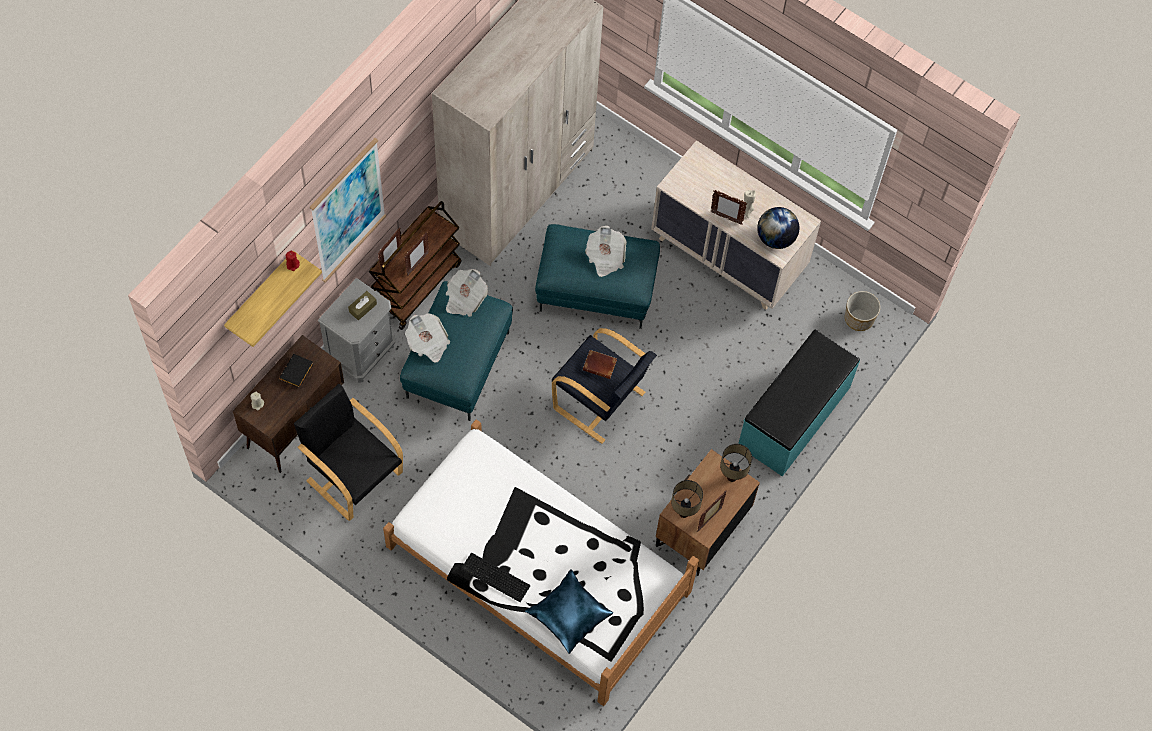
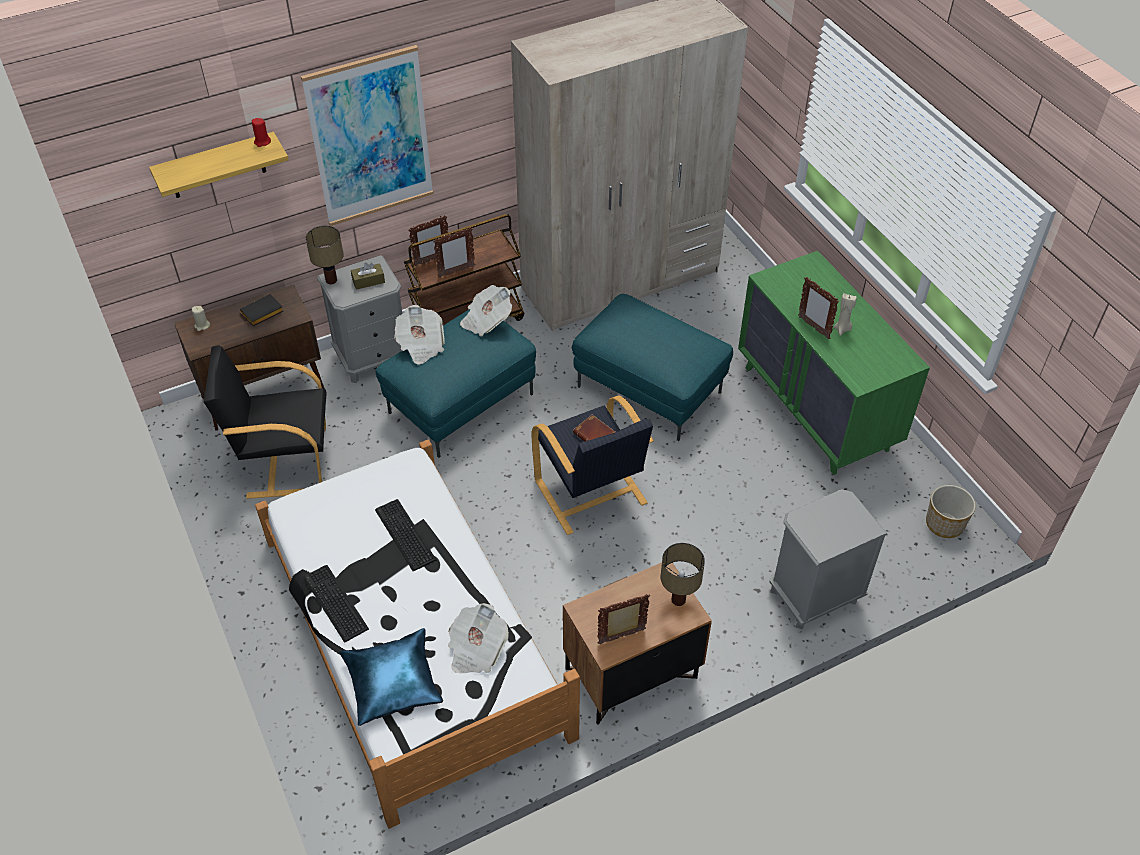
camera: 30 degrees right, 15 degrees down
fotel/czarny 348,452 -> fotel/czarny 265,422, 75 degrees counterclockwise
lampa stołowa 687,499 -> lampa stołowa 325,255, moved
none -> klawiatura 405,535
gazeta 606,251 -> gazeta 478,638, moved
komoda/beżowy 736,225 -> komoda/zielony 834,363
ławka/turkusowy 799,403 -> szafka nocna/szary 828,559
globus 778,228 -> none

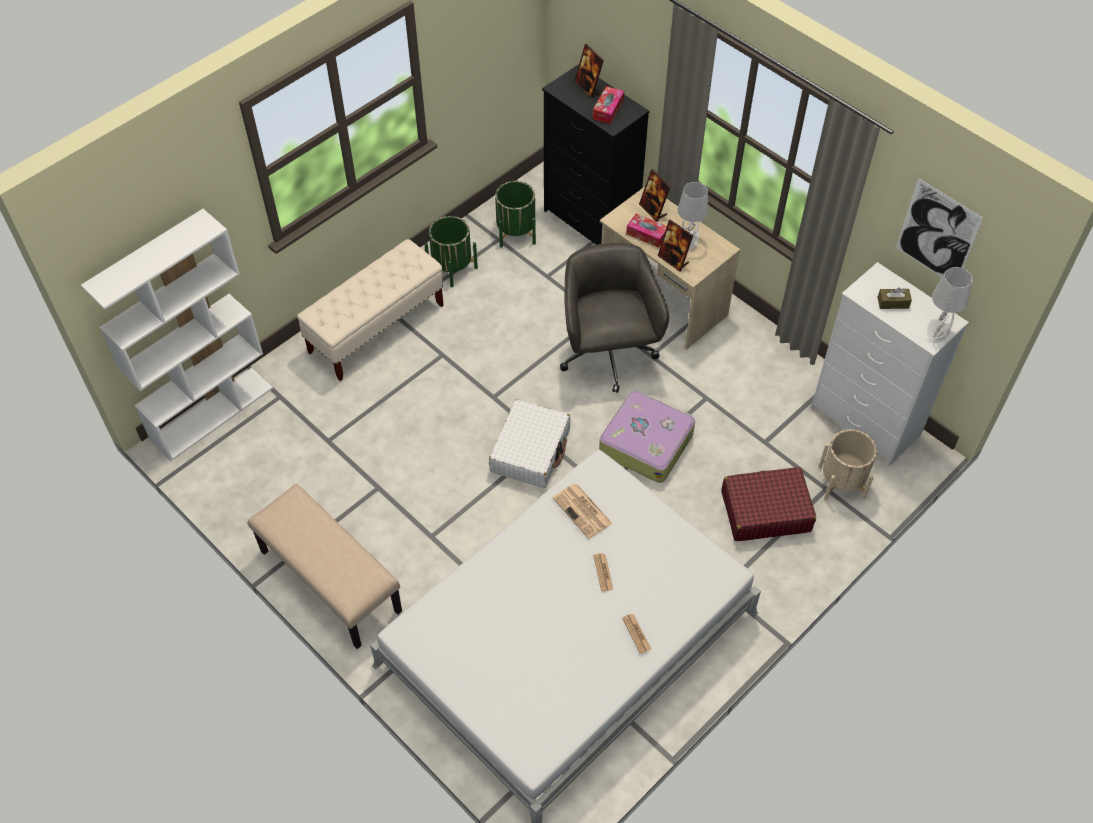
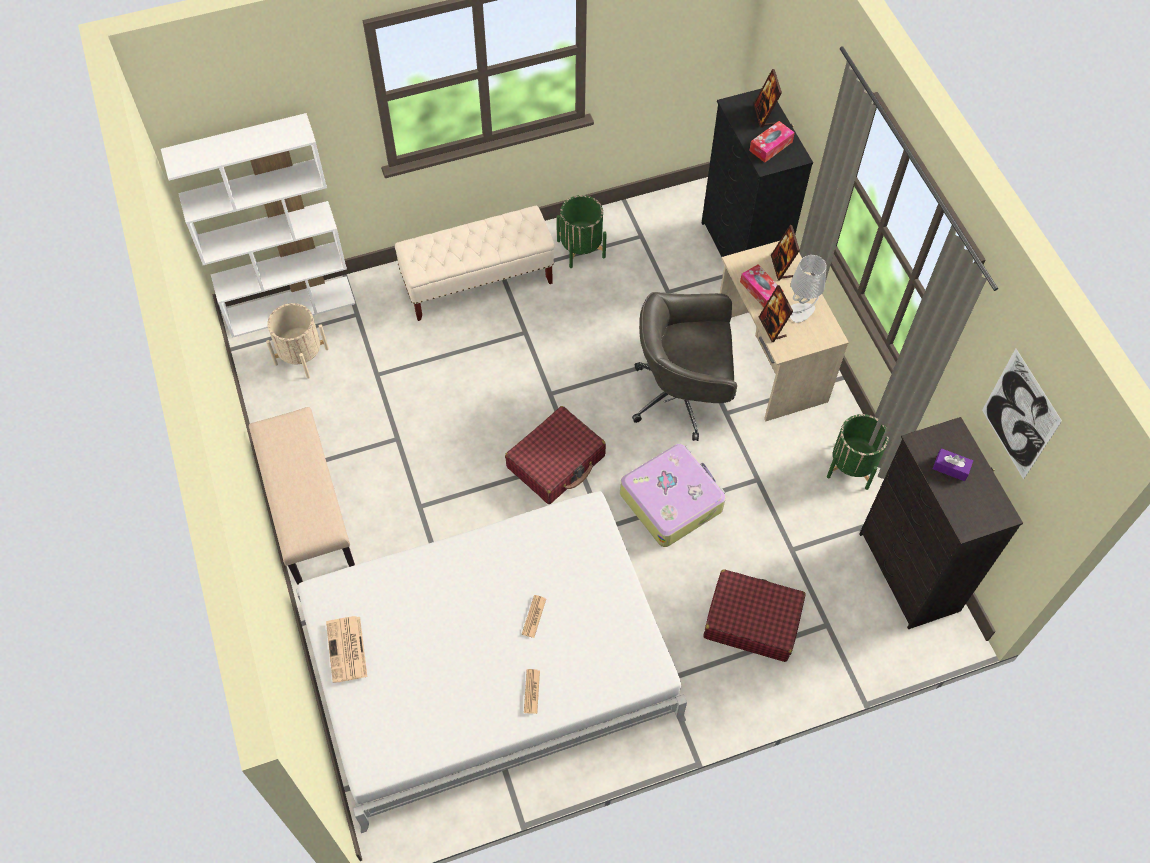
camera: 25 degrees right, 5 degrees up
donica/beżowy 848,464 -> donica/beżowy 297,341, moved
gazeta 583,511 -> gazeta 346,649, moved
walizka/biały 530,443 -> walizka/czerwony 555,455
krzesło biurowe/szary 614,318 -> krzesło biurowe/szary 684,366, 105 degrees counterclockwise
donica/zielony 515,214 -> donica/zielony 858,452, moved
komoda/biały 890,364 -> komoda/czarny 941,523
pudełko chusteczek/brązowy 895,298 -> pudełko chusteczek/fioletowy 953,464
lampa stołowa/szary 950,305 -> none

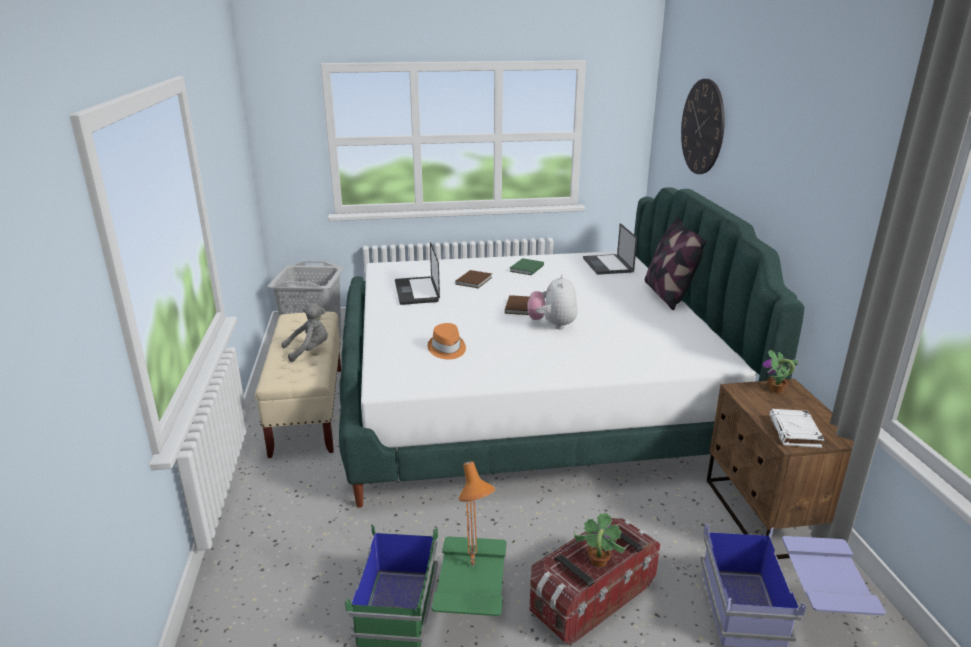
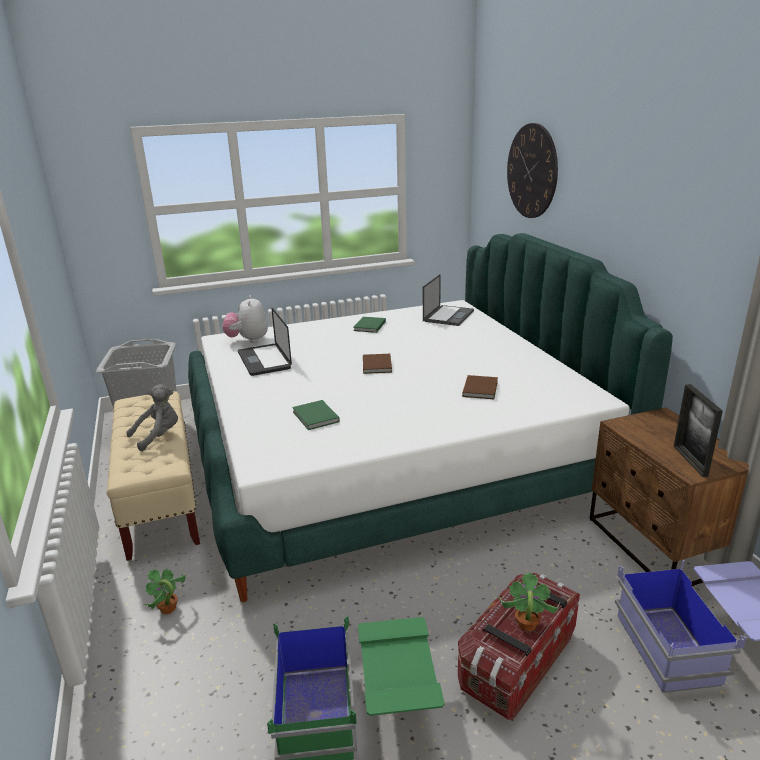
camera: 10 degrees left, 0 degrees up
roślina doniczkowa 780,371 -> roślina doniczkowa 164,591, moved
pluszak 552,301 -> pluszak 245,319, moved
kapelusz/pomarańczowy 447,341 -> książka/zielony 316,415
laptop 610,249 -> laptop 448,300, 135 degrees counterclockwise
książka/brązowy 474,279 -> książka/brązowy 480,387, moved
książka/biały 796,428 -> ramka na zdjęcie 698,430
lampa stołowa/pomarańczowy 477,514 -> none
poduszka 675,263 -> none

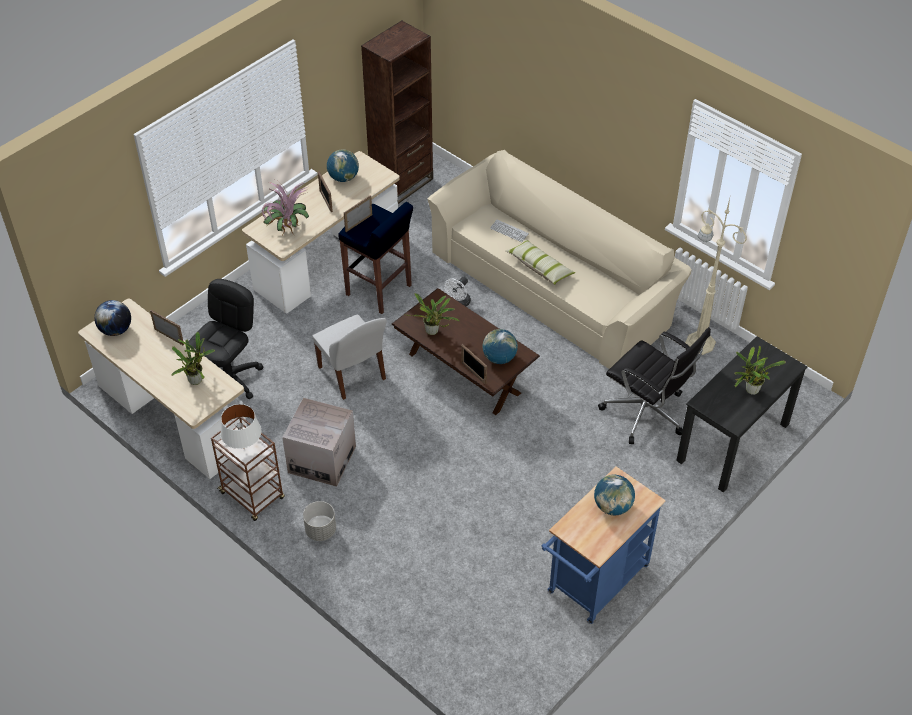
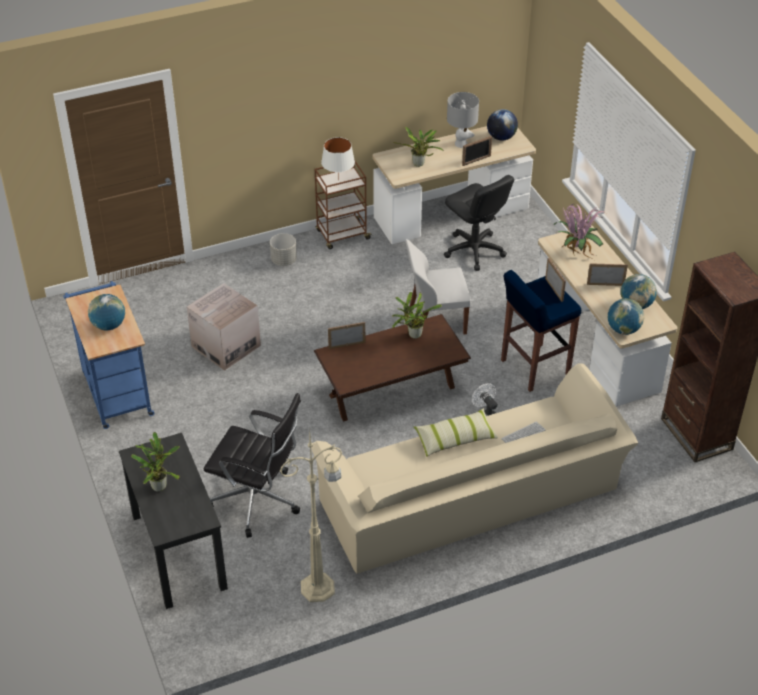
camera: 115 degrees right, 5 degrees down
karton 319,442 -> karton 224,327, moved
krzesło biurowe/czarny 654,385 -> krzesło biurowe/czarny 252,465, 135 degrees counterclockwise
none -> lampa stołowa/szary 463,120
globus 500,346 -> globus 626,317, moved

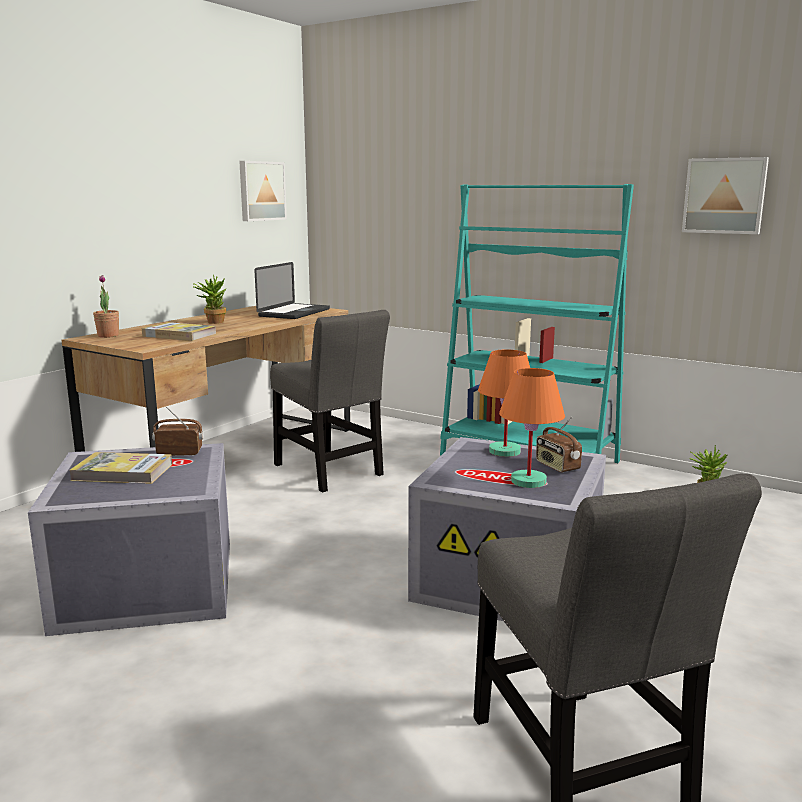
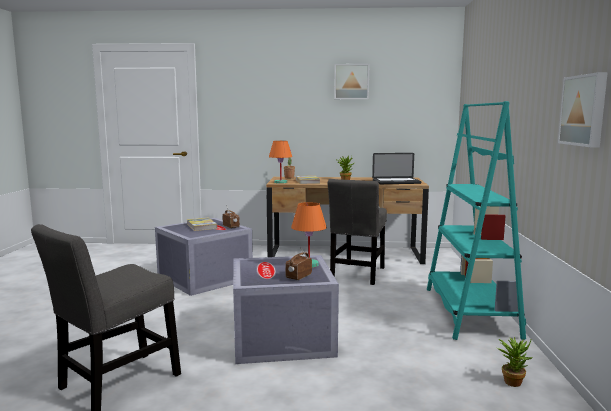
camera: 60 degrees right, 5 degrees down
lampa stołowa/pomarańczowy 532,428 -> lampa stołowa/pomarańczowy 280,162, moved
obraz 263,191 -> obraz 351,81, moved

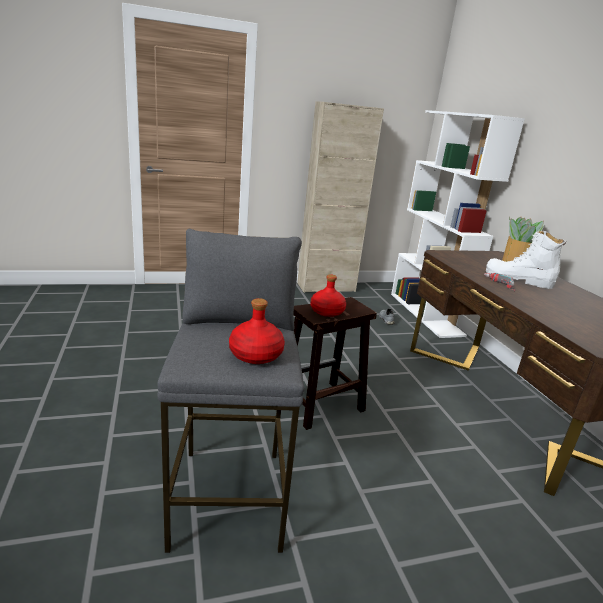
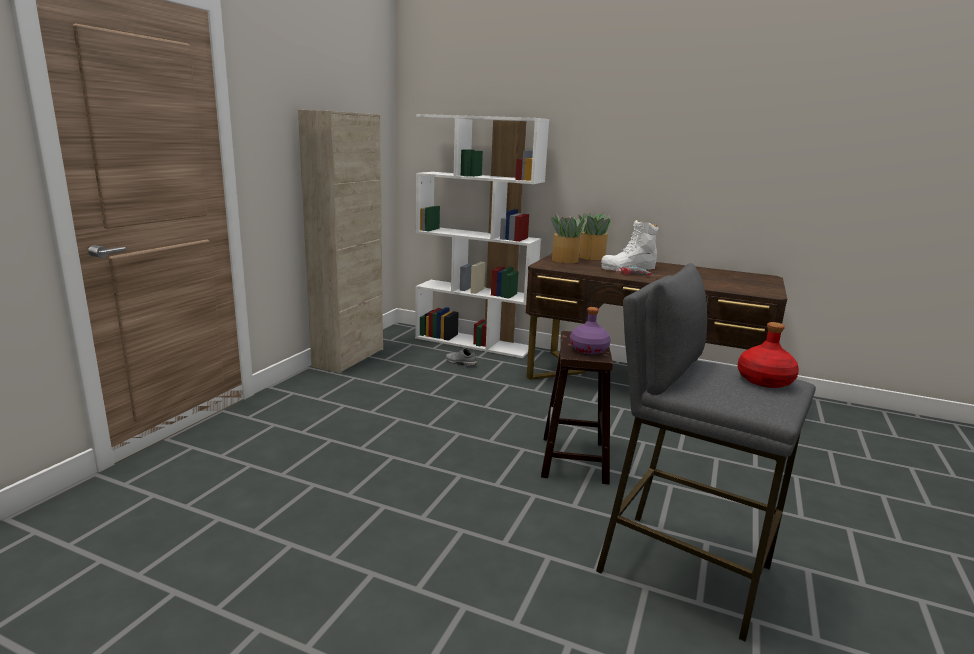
camera: 50 degrees left, 5 degrees down
none -> roślina doniczkowa 569,238
butelka/czerwony 328,295 -> butelka/fioletowy 590,330

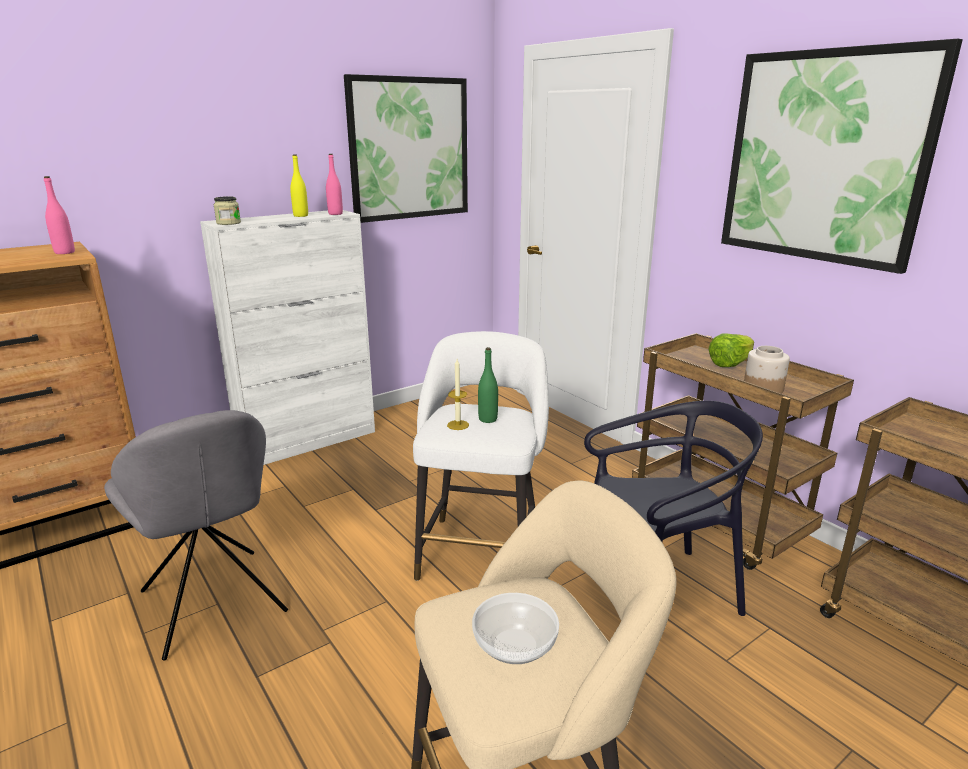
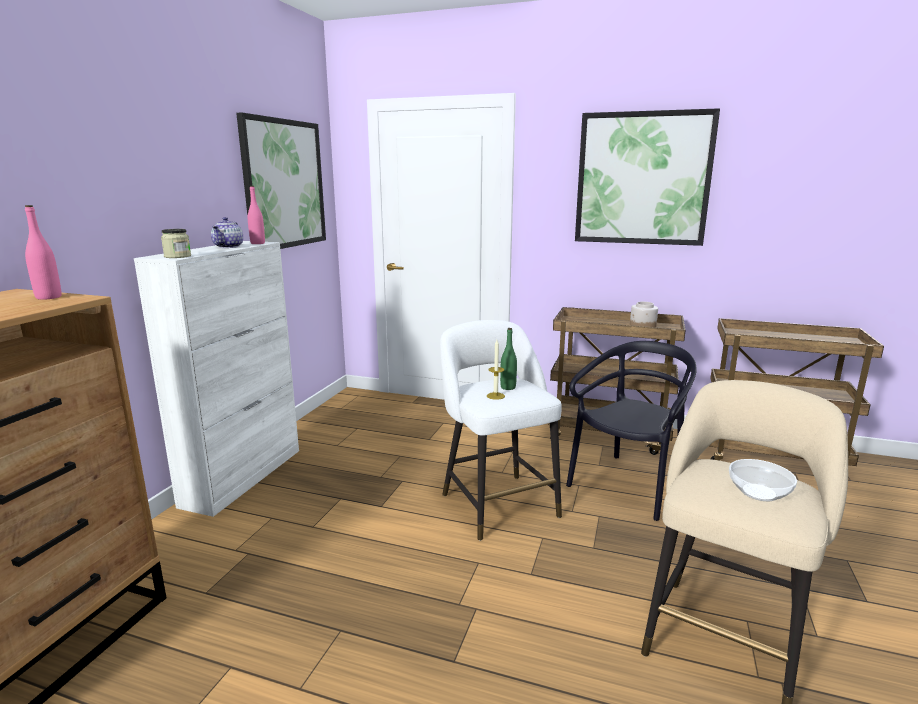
camera: 35 degrees left, 5 degrees down
butelka/żółty 299,185 -> imbryk 227,232
krzesło/szary 196,535 -> none
sałata 731,350 -> none

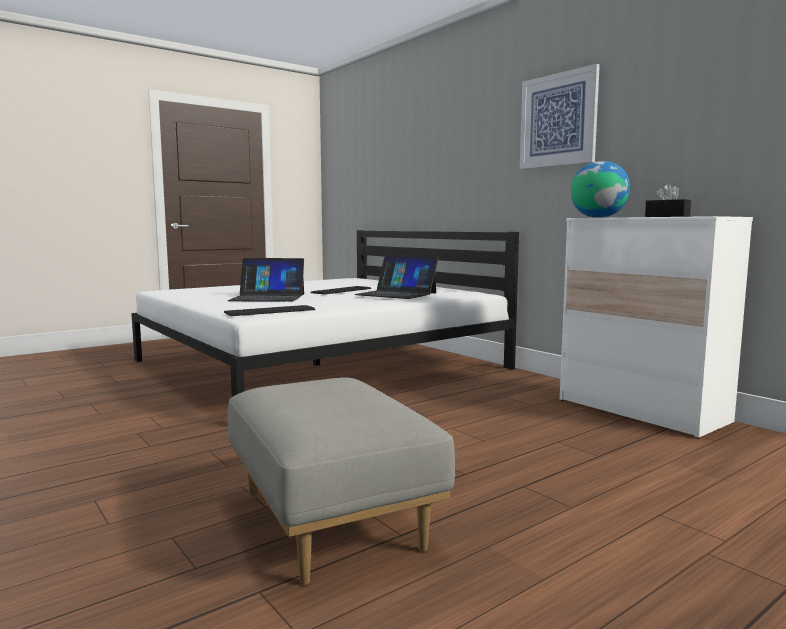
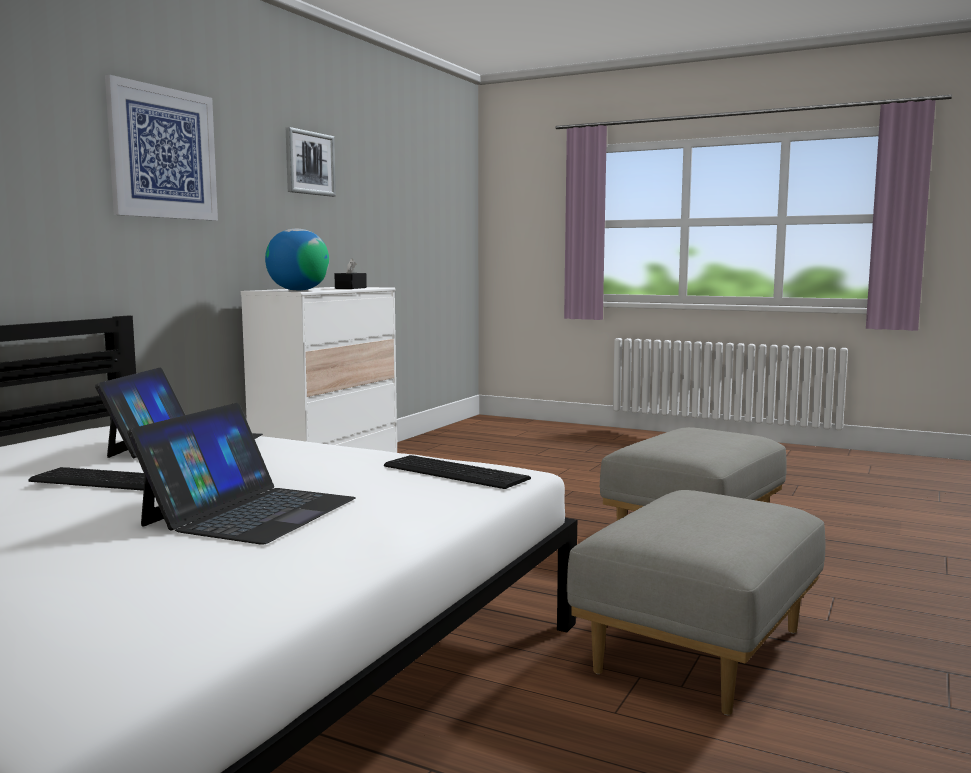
camera: 115 degrees left, 0 degrees up
laptop 265,280 -> laptop 241,474, 45 degrees clockwise
none -> obraz 311,162
none -> pufa/szary 696,602

